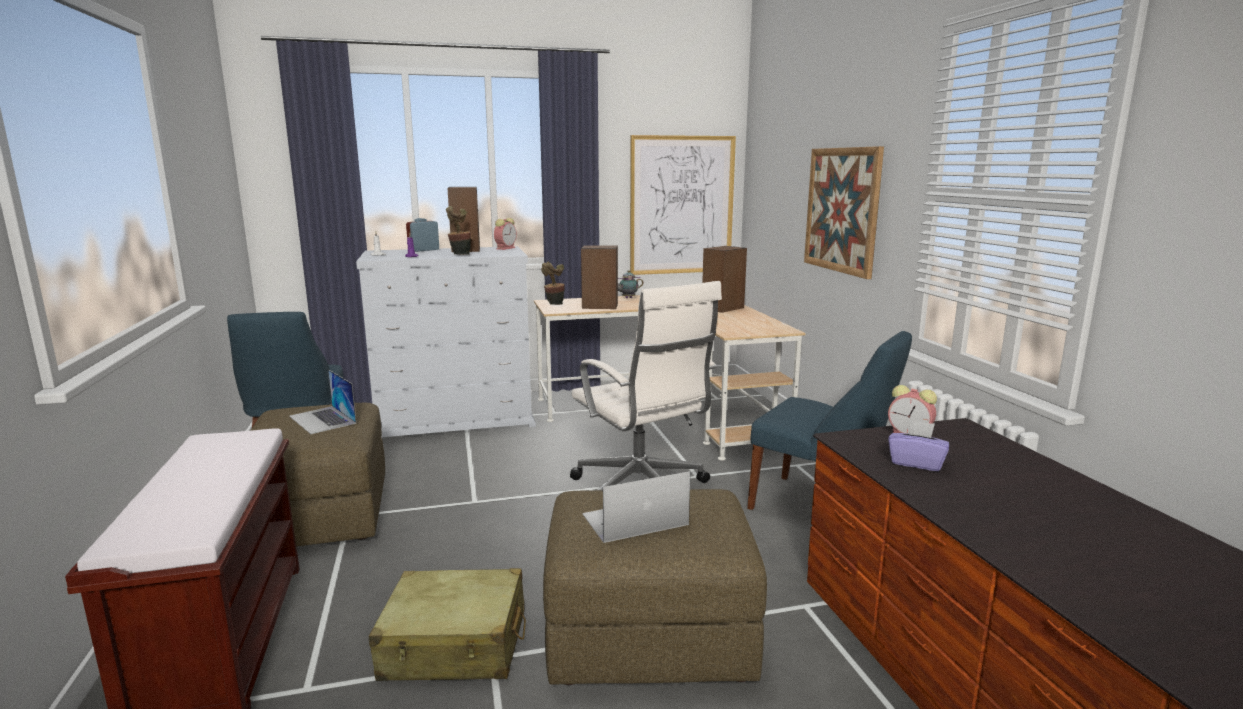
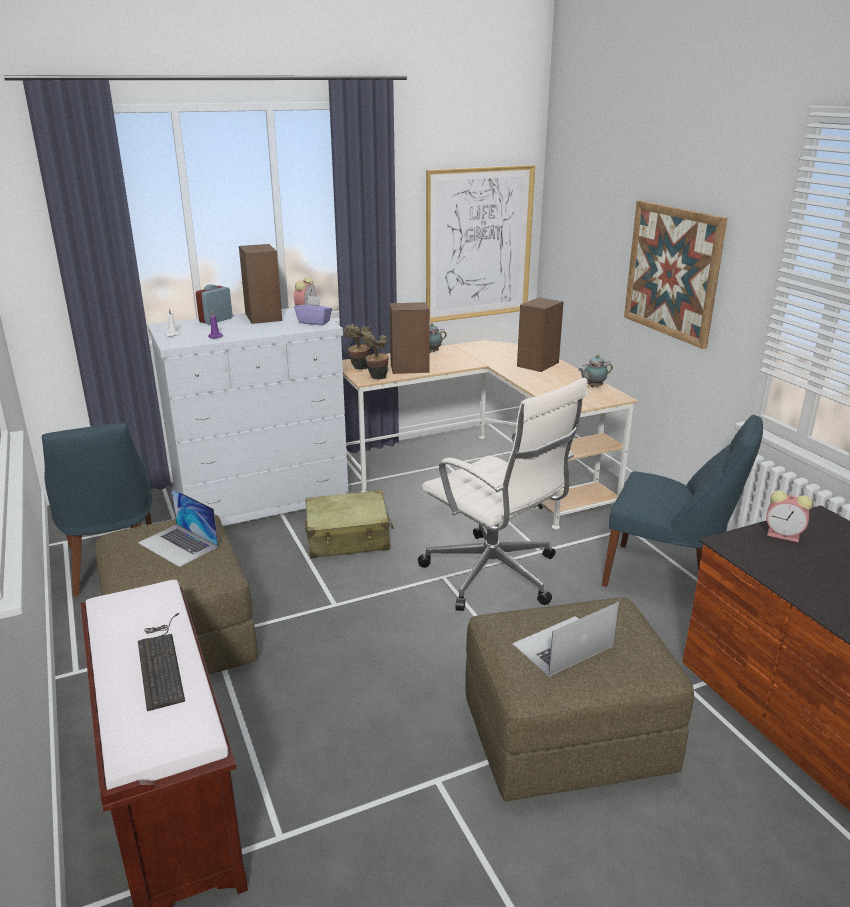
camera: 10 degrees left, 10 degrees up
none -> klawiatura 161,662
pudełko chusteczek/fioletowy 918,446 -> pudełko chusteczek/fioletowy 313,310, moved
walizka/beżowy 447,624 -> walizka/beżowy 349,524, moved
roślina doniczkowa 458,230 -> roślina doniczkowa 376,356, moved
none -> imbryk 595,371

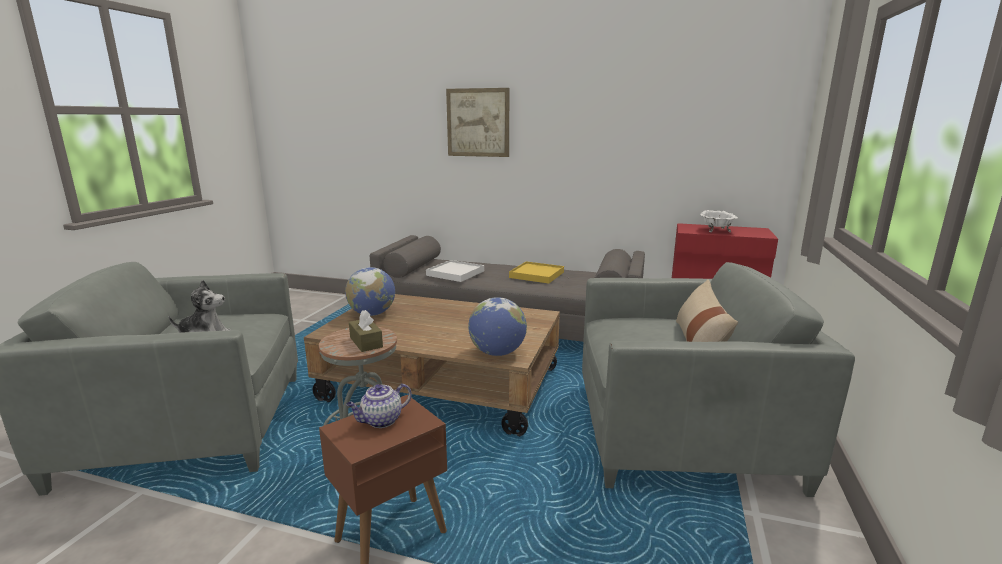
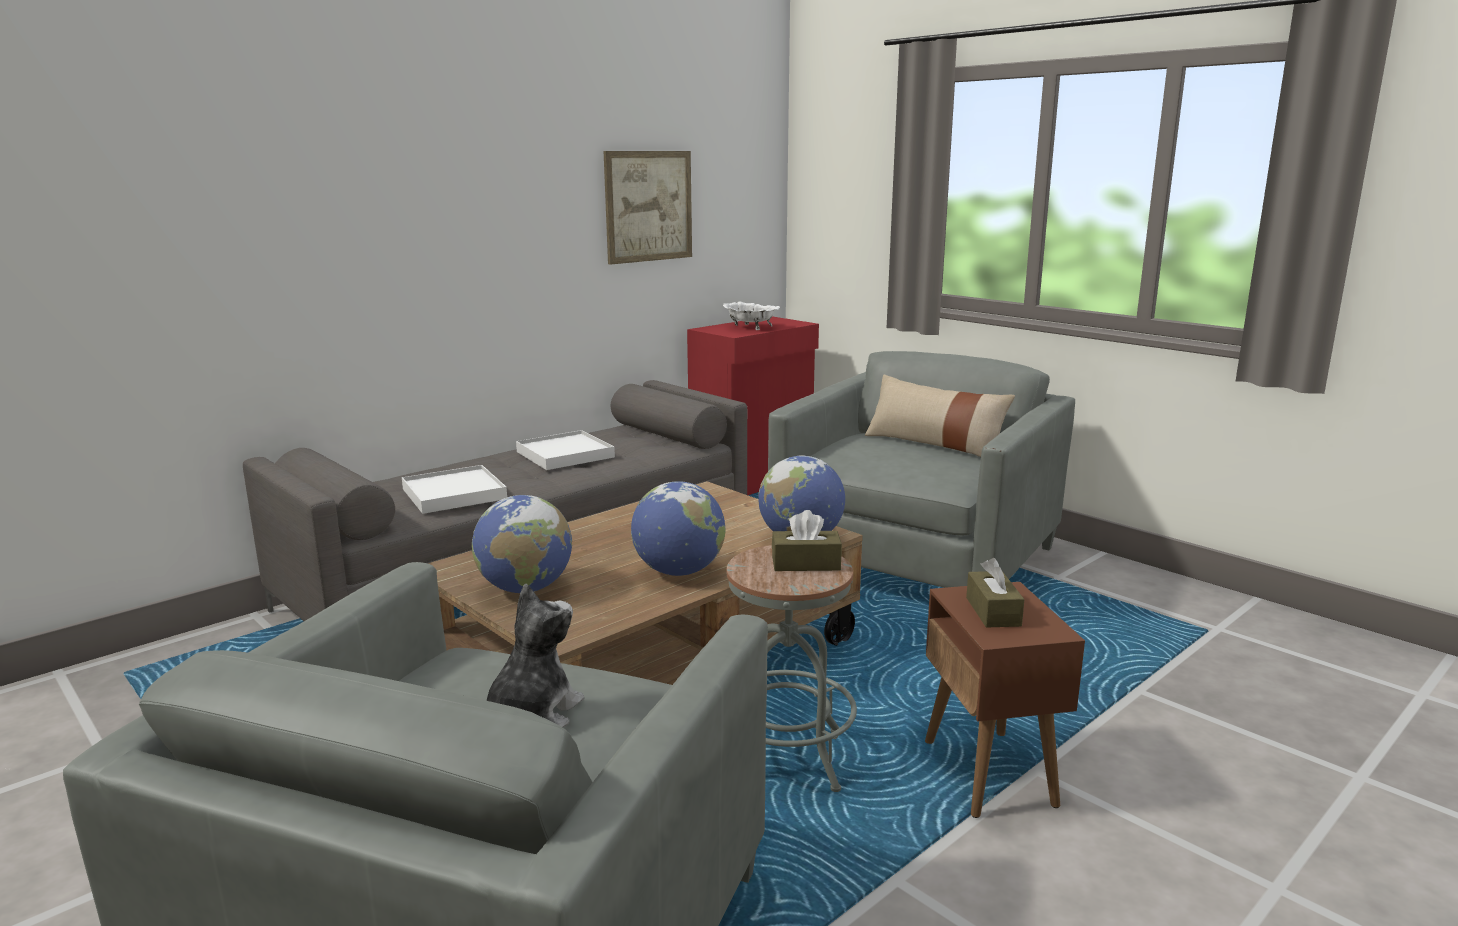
camera: 60 degrees left, 0 degrees up
taca/żółty 536,272 -> taca/biały 565,450
obraz 477,122 -> obraz 648,208, moved
none -> globus 678,528
imbryk 379,406 -> pudełko chusteczek/brązowy 995,593

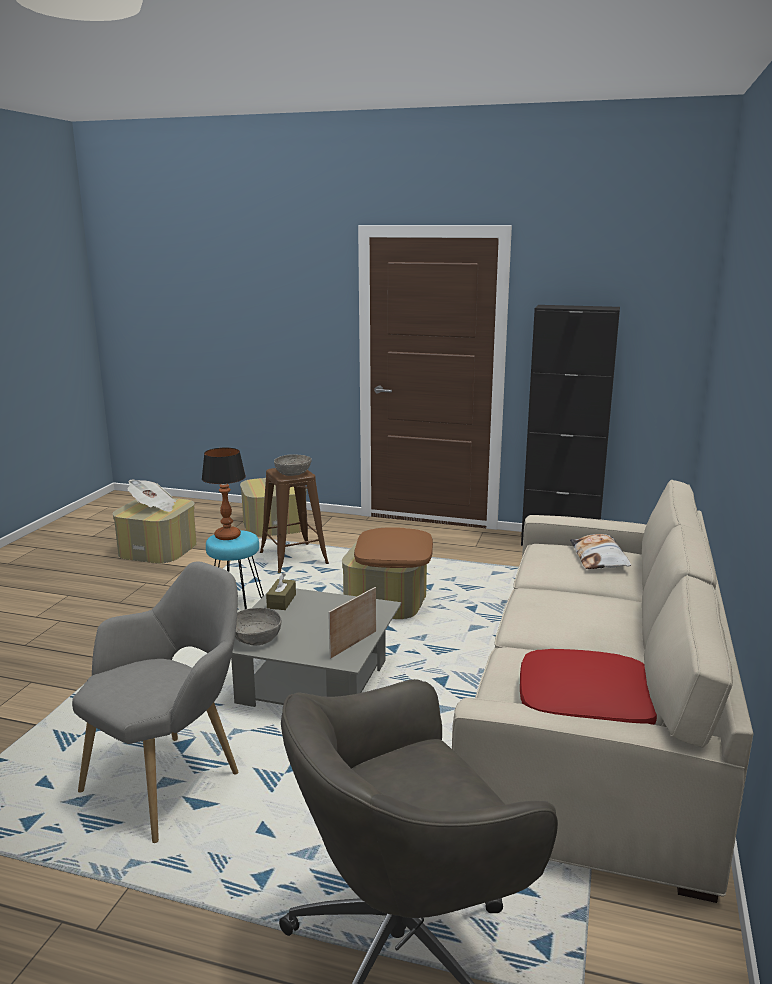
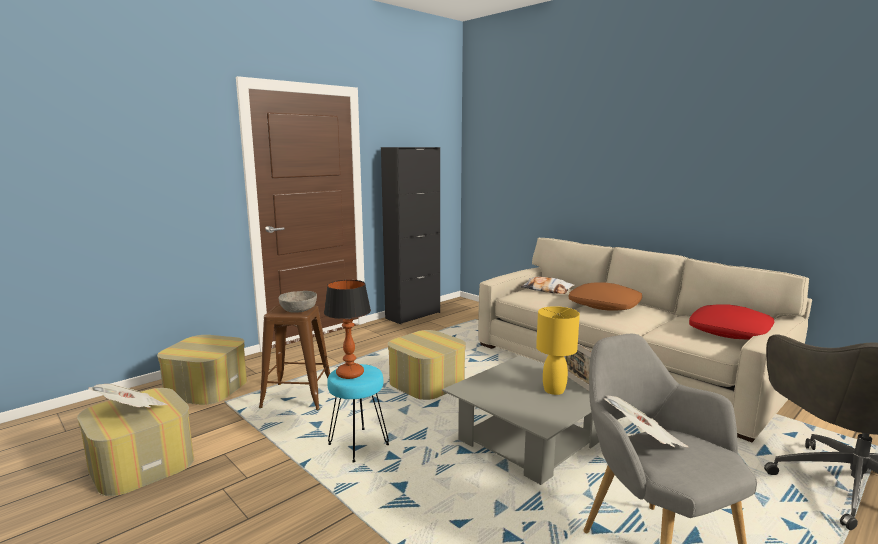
camera: 60 degrees left, 5 degrees down
none -> lampa stołowa/żółty 558,350
poduszka/brązowy 393,547 -> poduszka/brązowy 605,296, moved
none -> gazeta 645,421
miska/szary 258,626 -> none
pudełko chusteczek/brązowy 281,591 -> none

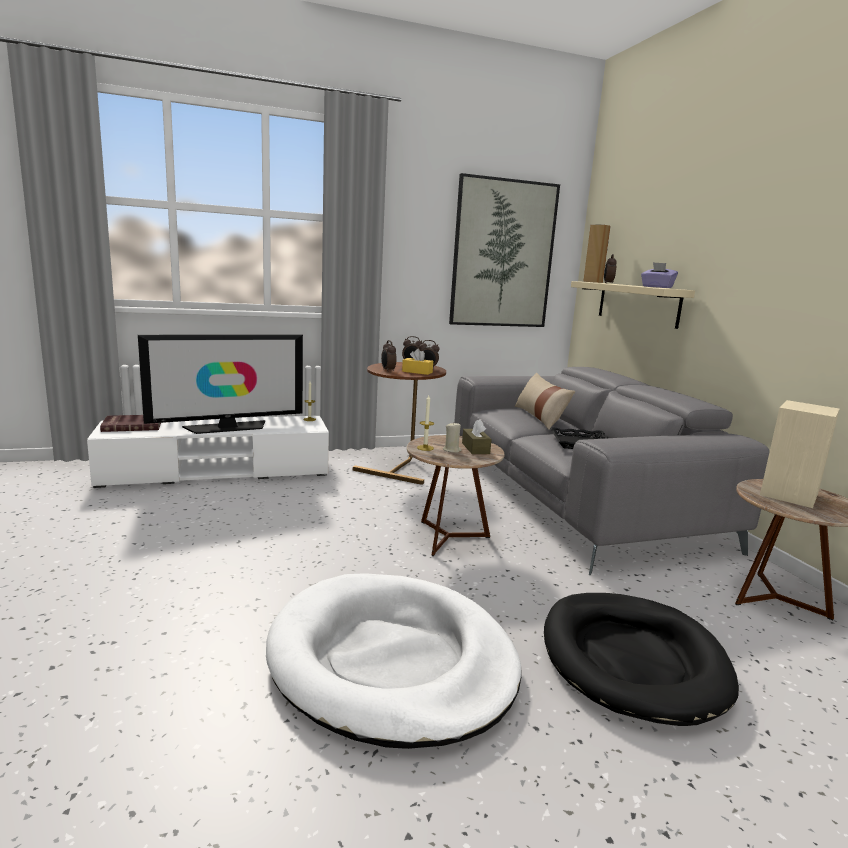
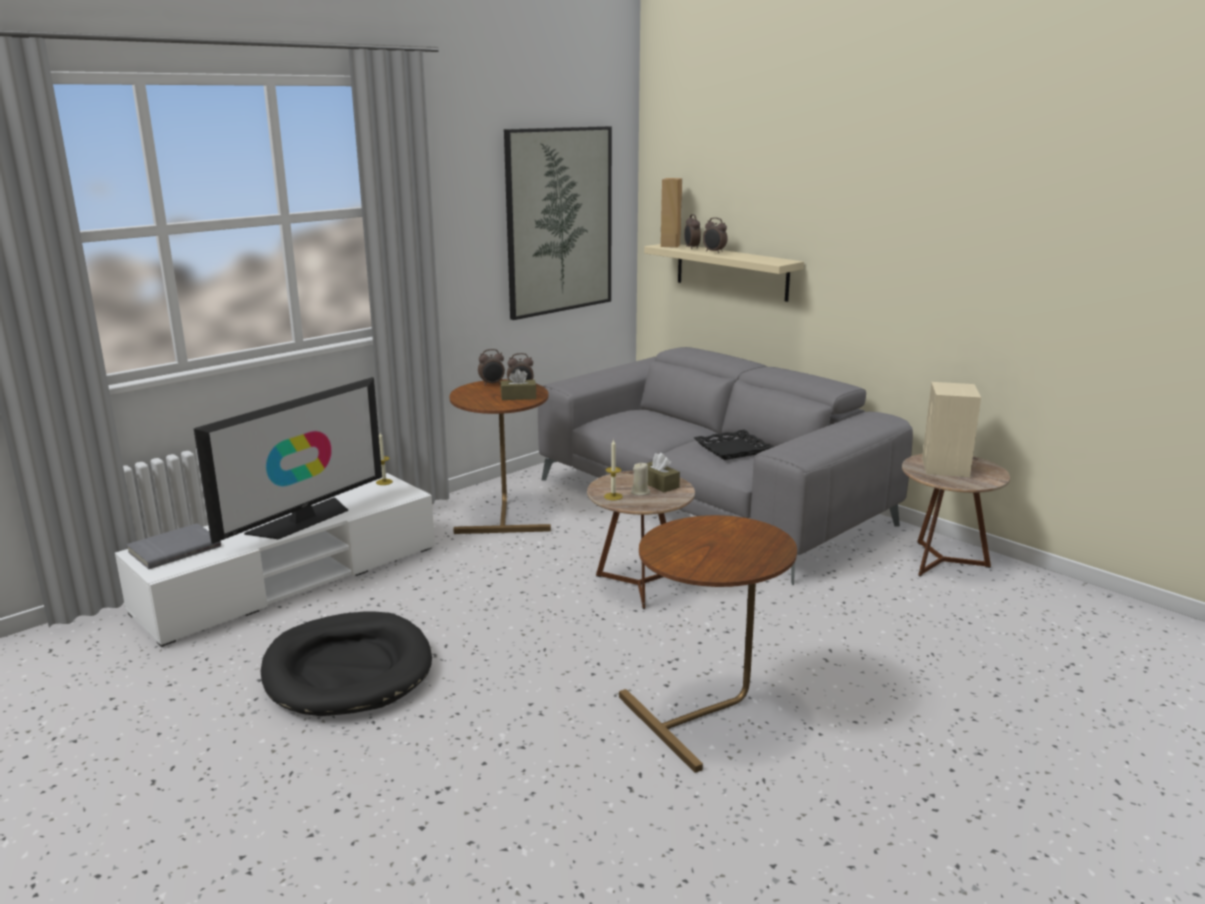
camera: 25 degrees left, 5 degrees up
książka/czerwony 130,423 -> książka/szary 173,546
legowisko/czarny 641,659 -> legowisko/czarny 346,663, moved
pudełko chusteczek/żółty 417,362 -> pudełko chusteczek/brązowy 518,384
legowisko/biały 394,661 -> stolik/brązowy 708,644
budzik 389,356 -> budzik 715,235, moved
poduszka/beżowy 545,401 -> none
pudełko chusteczek/fioletowy 659,275 -> none

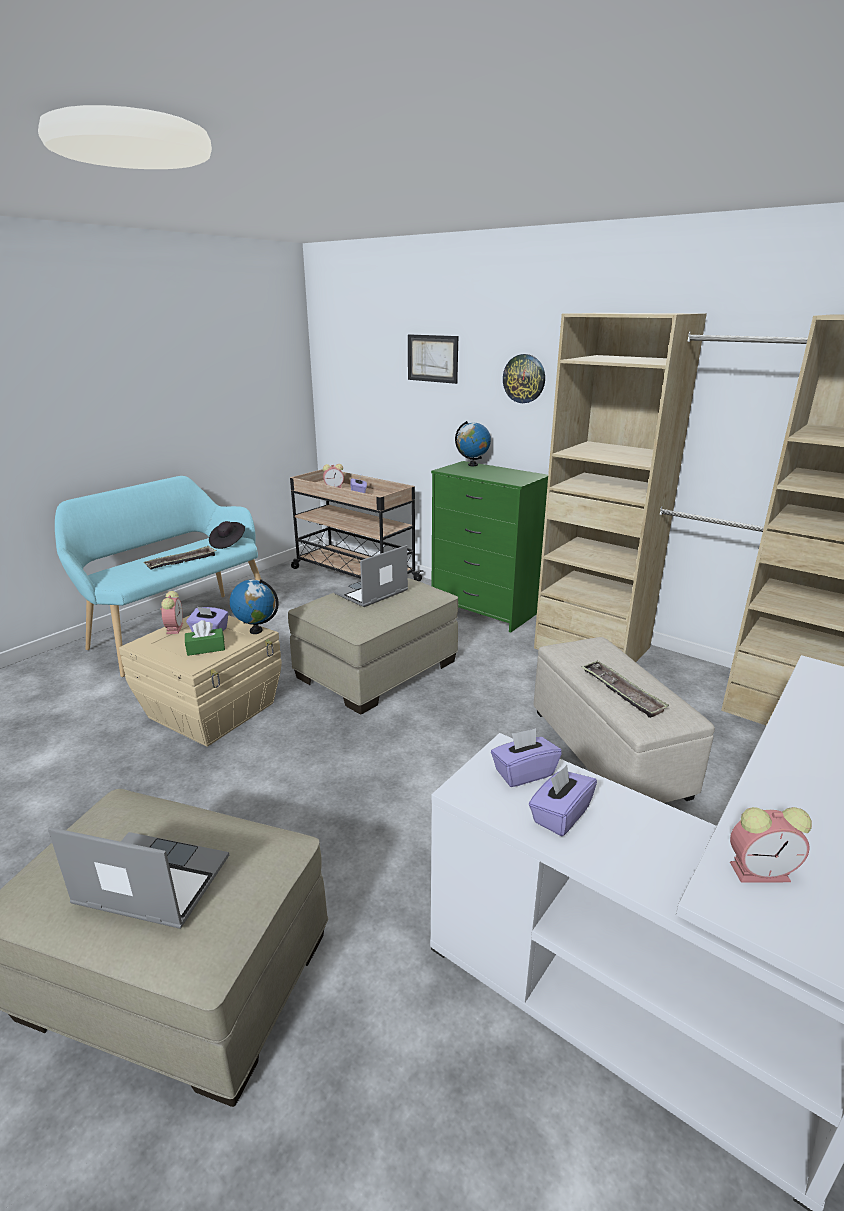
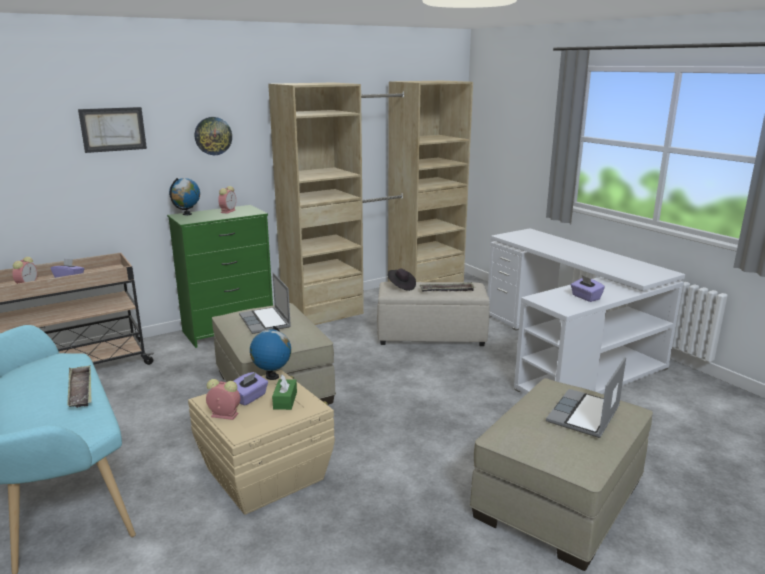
camera: 70 degrees left, 5 degrees down
budzik 771,845 -> budzik 227,200, moved
kapelusz/czarny 227,535 -> kapelusz/czarny 402,279, moved
pudełko chusteczek/fioletowy 526,757 -> none

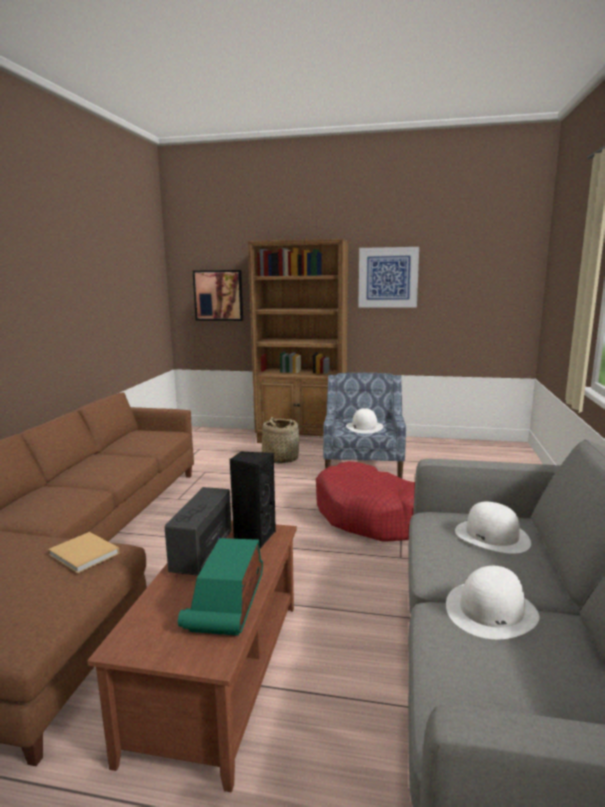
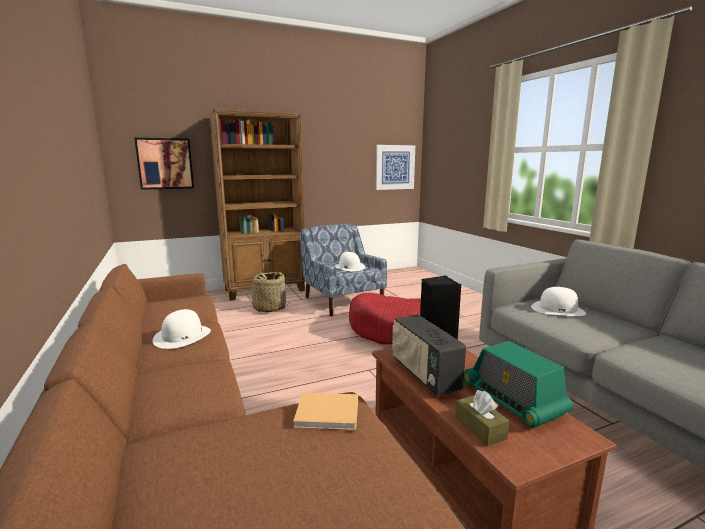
camera: 35 degrees left, 0 degrees up
kapelusz/biały 492,602 -> kapelusz/biały 182,329, moved
obraz 388,277 -> obraz 395,167, moved
none -> pudełko chusteczek/brązowy 482,418

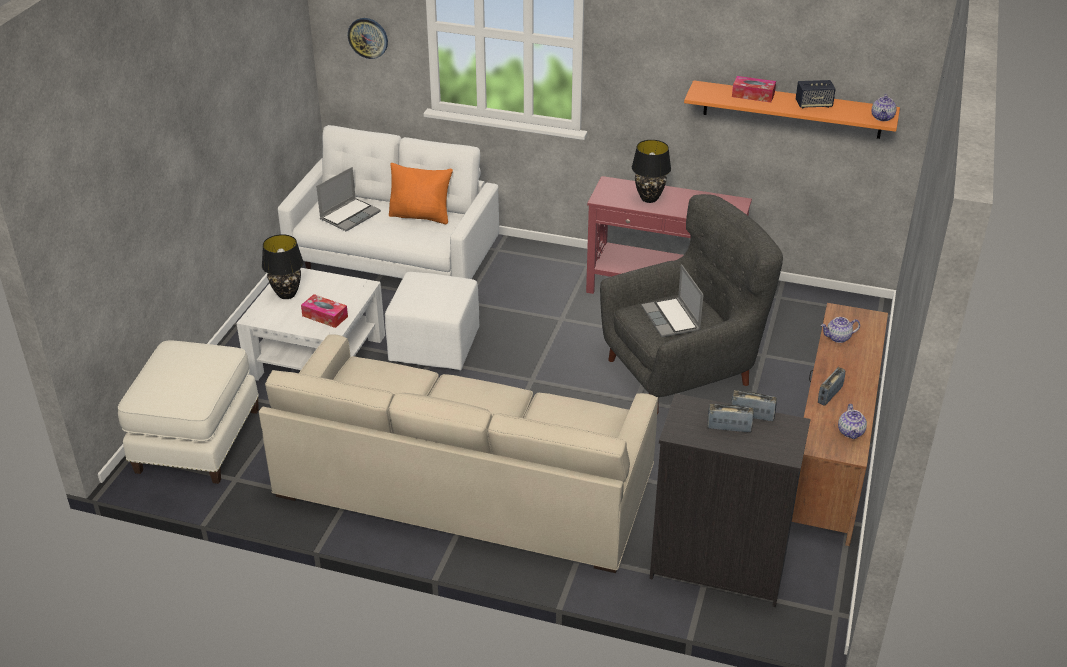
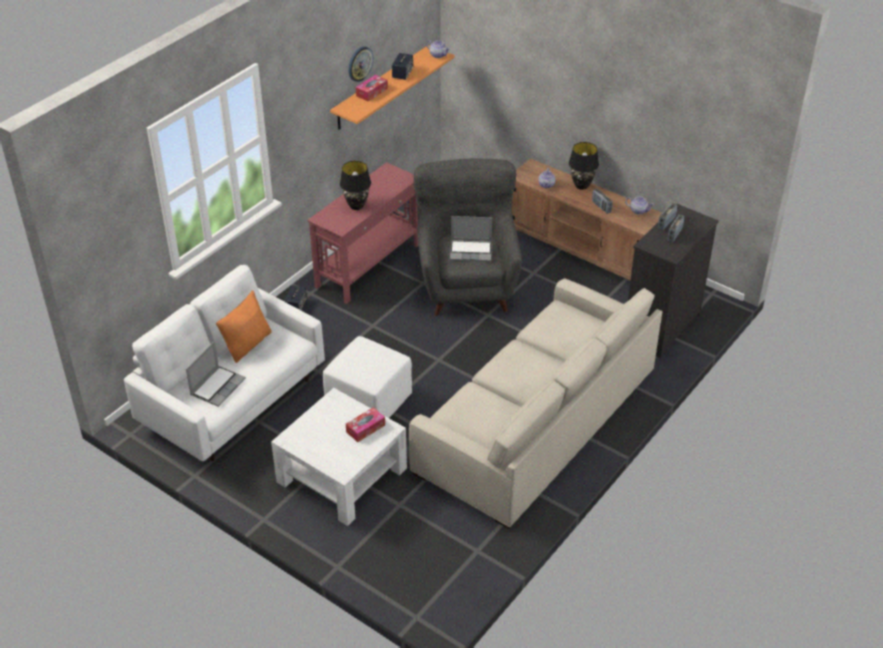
camera: 70 degrees left, 5 degrees up
laptop 348,199 -> laptop 216,374, 60 degrees clockwise
none -> głośnik 295,297
zegar ścienny 368,38 -> zegar ścienny 361,64, moved
lampa stołowa/czarny 283,266 -> lampa stołowa/czarny 584,166, moved
pufa/biały 188,412 -> none

